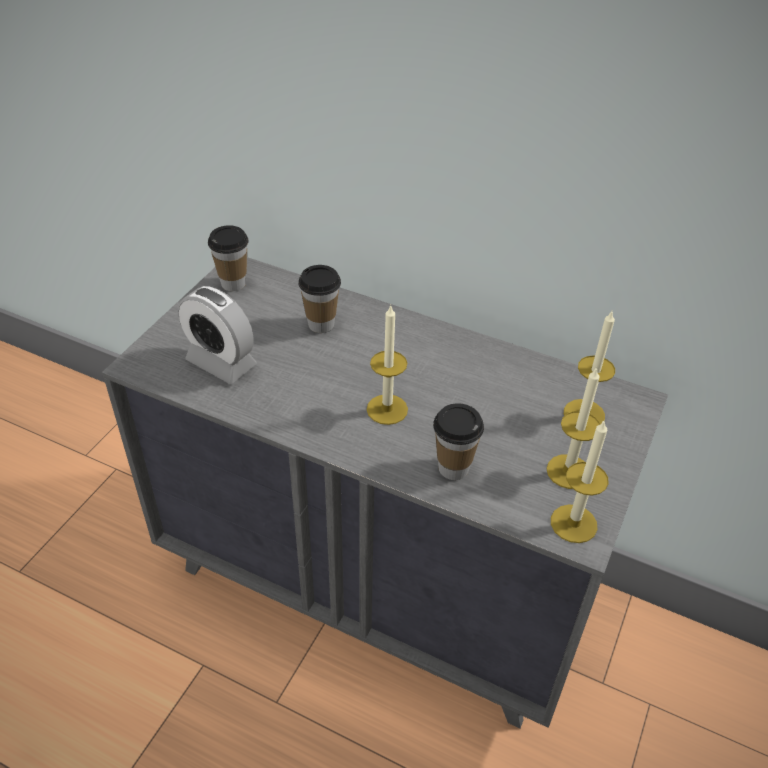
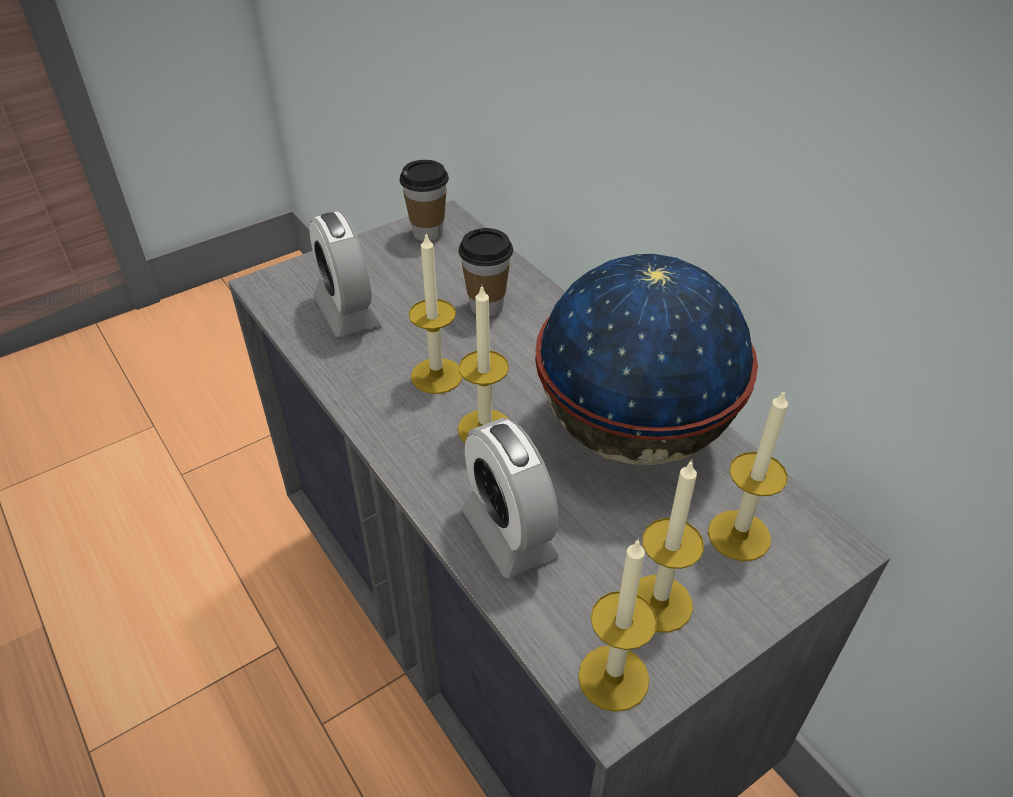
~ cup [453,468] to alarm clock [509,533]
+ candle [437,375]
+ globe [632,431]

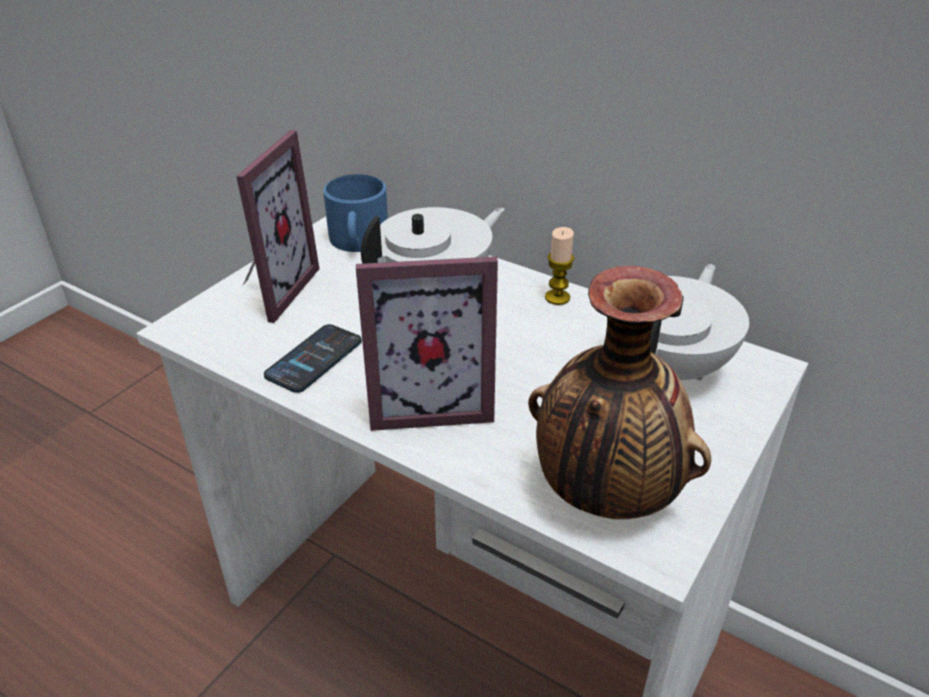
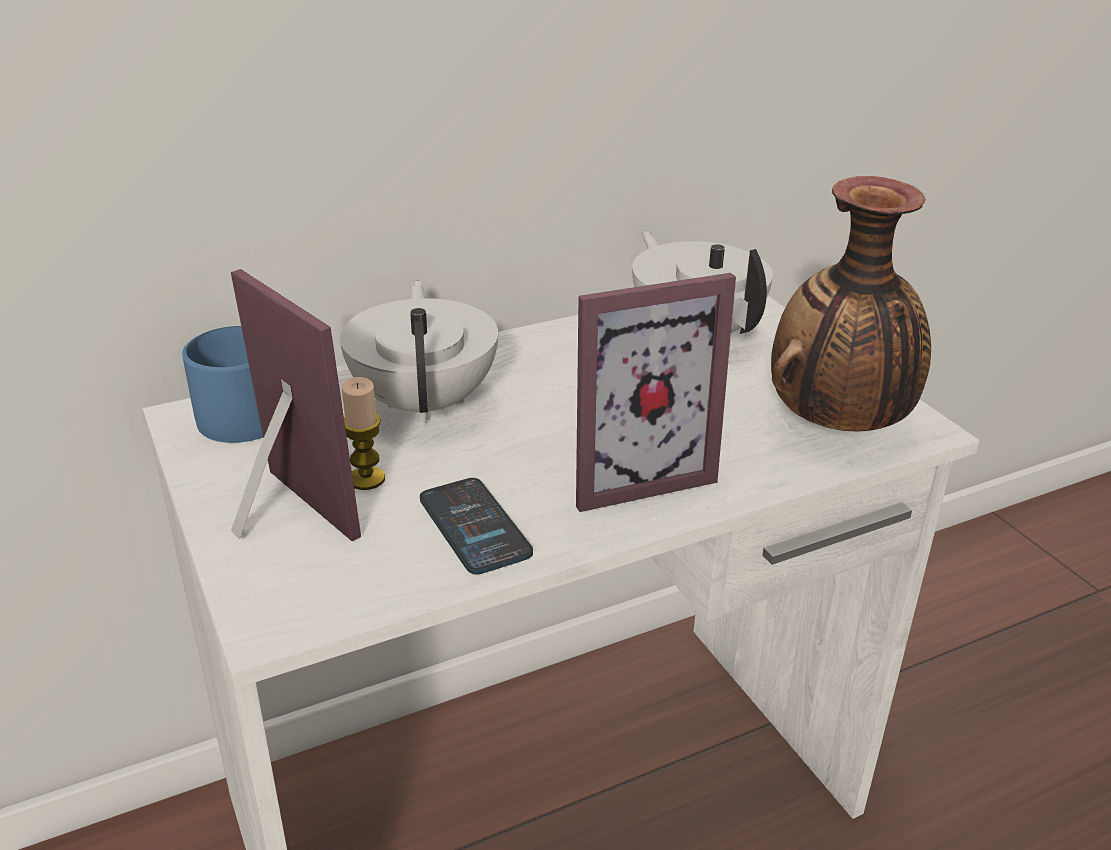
~ candle [557,297] to [366,479]
~ picture frame [430,402] = [632,473] 45 degrees clockwise

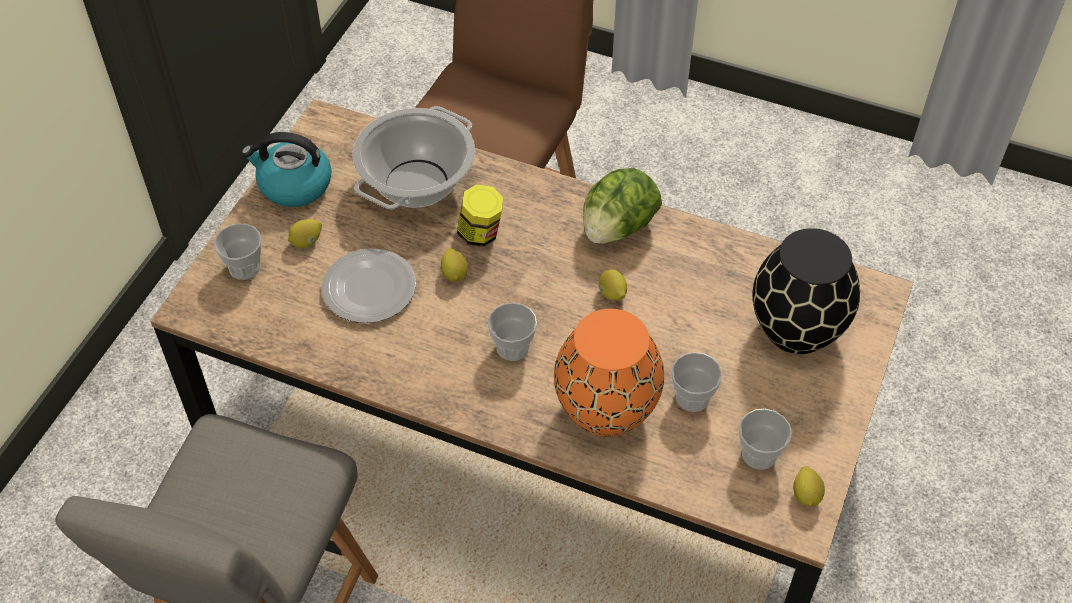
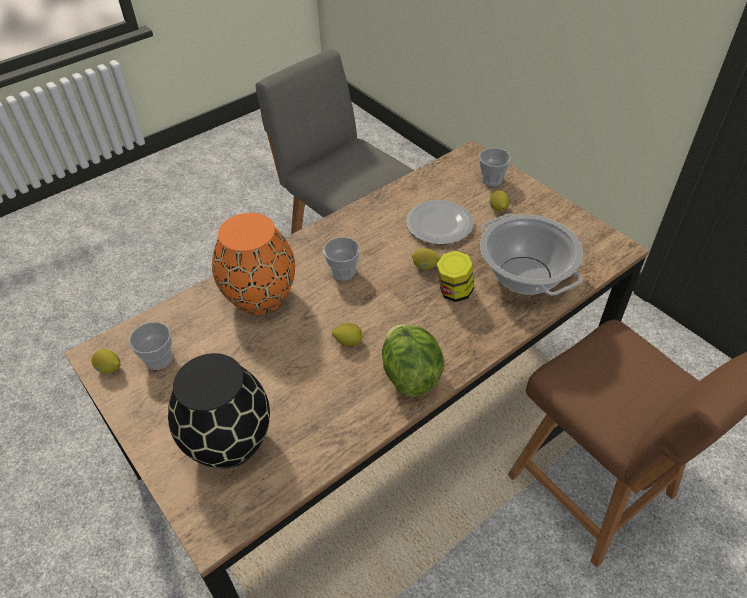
- kettle [294,185]
- cup [692,397]

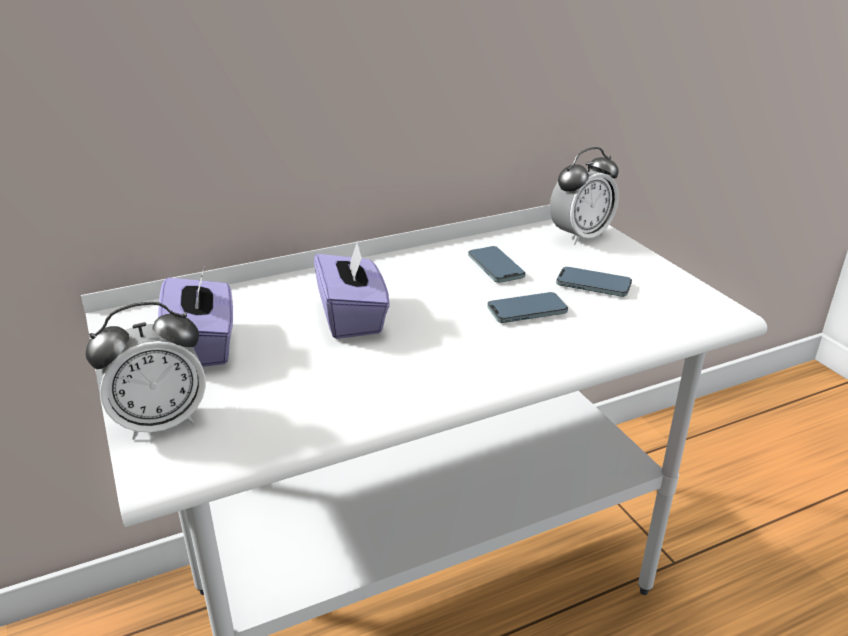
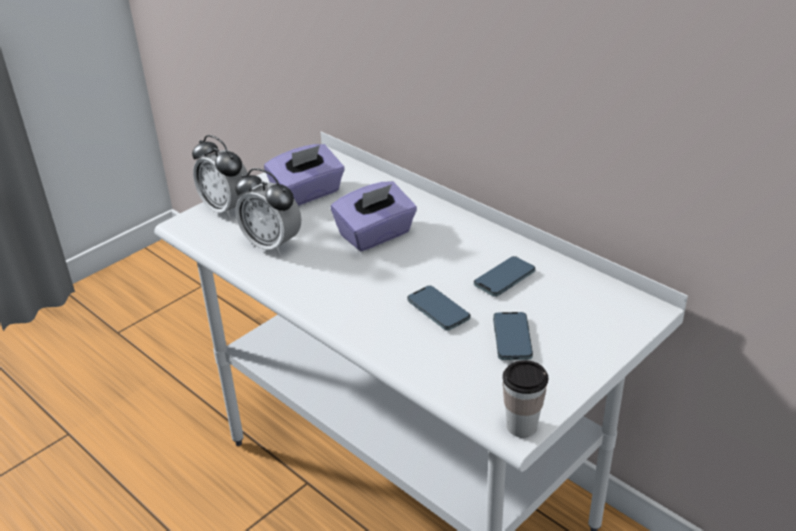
~ alarm clock [580,236] to [272,245]
+ cup [521,426]

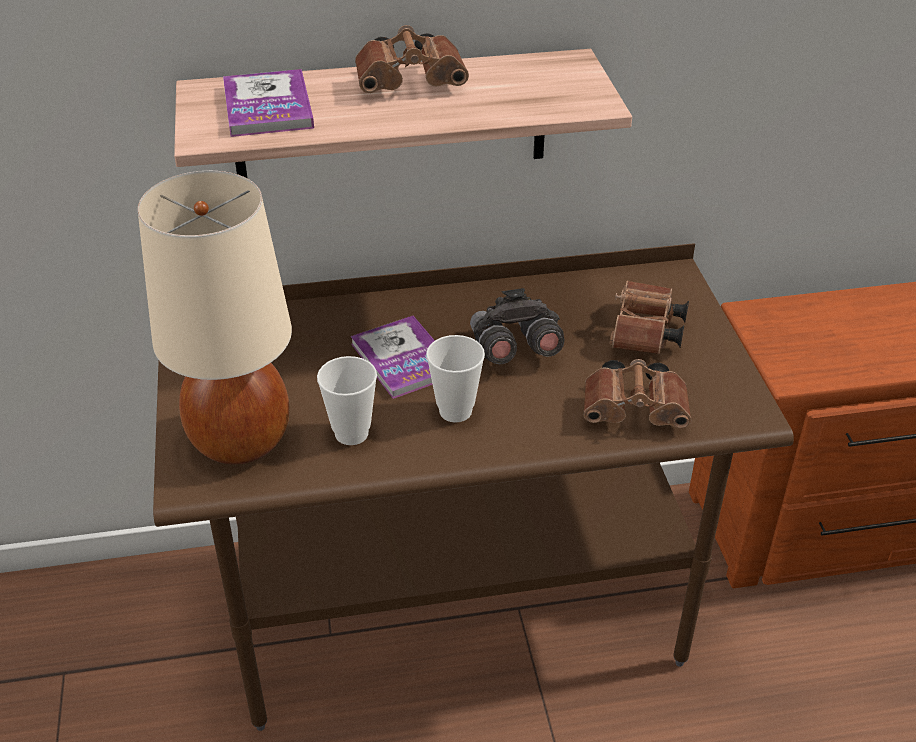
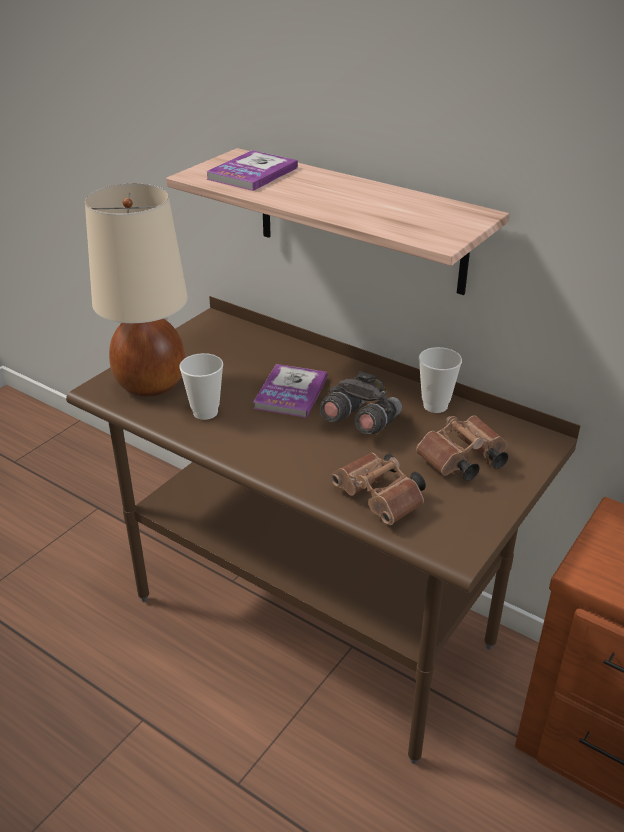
- binoculars (brown) [413,83]
~ cup [455,411] to [435,406]

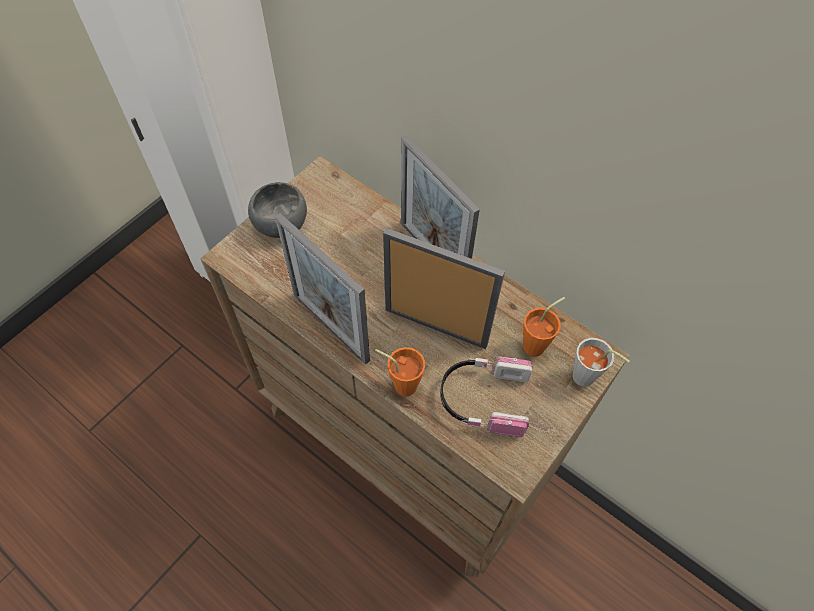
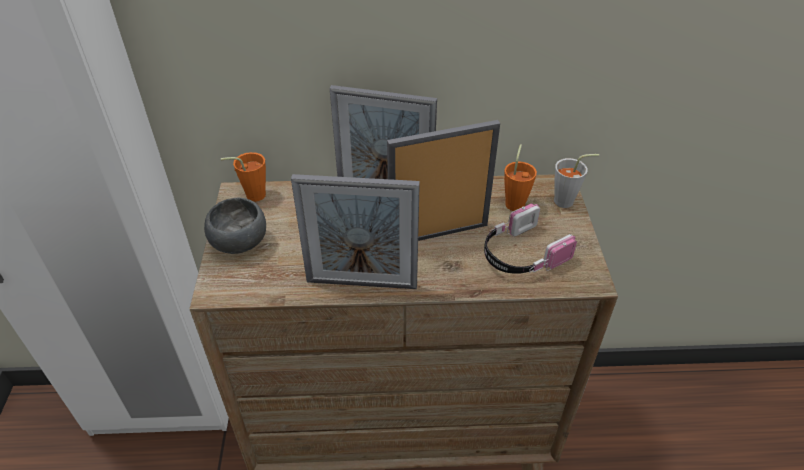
~ cup (orange) [400,383] to [251,196]

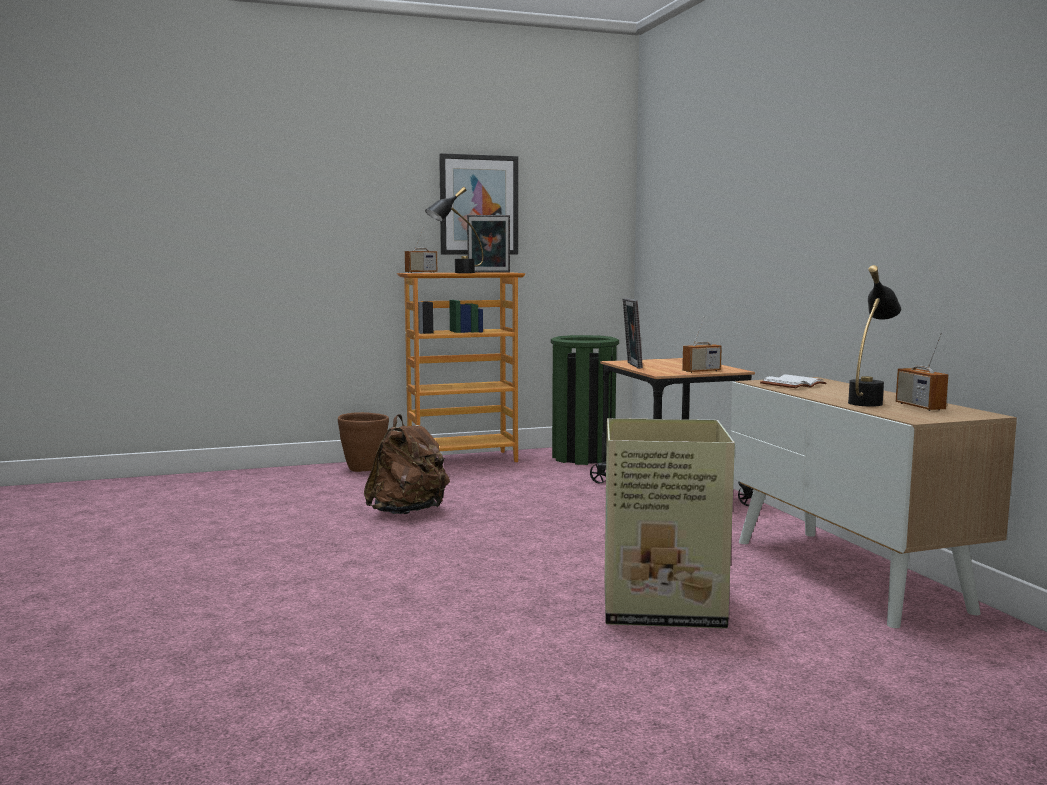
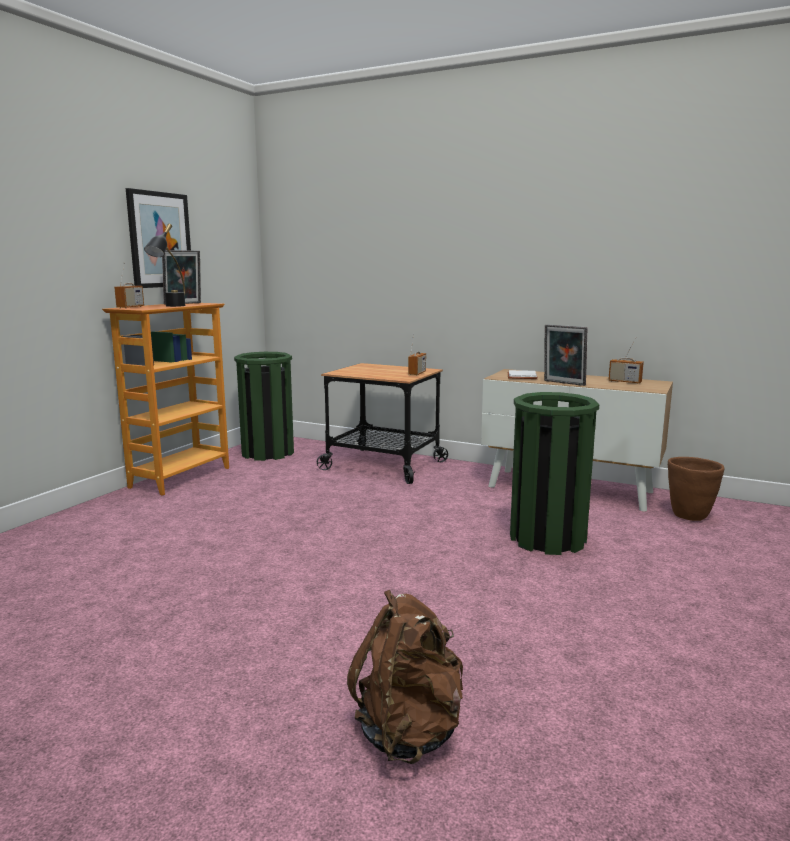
- table lamp (black) [869,401]
~ picture frame [631,365] to [563,383]
~ planter (brown) [365,469] to [689,515]
~ backpack (brown) [408,512] to [410,731]
~ cardboard box [665,605] to trash can (green) [547,538]

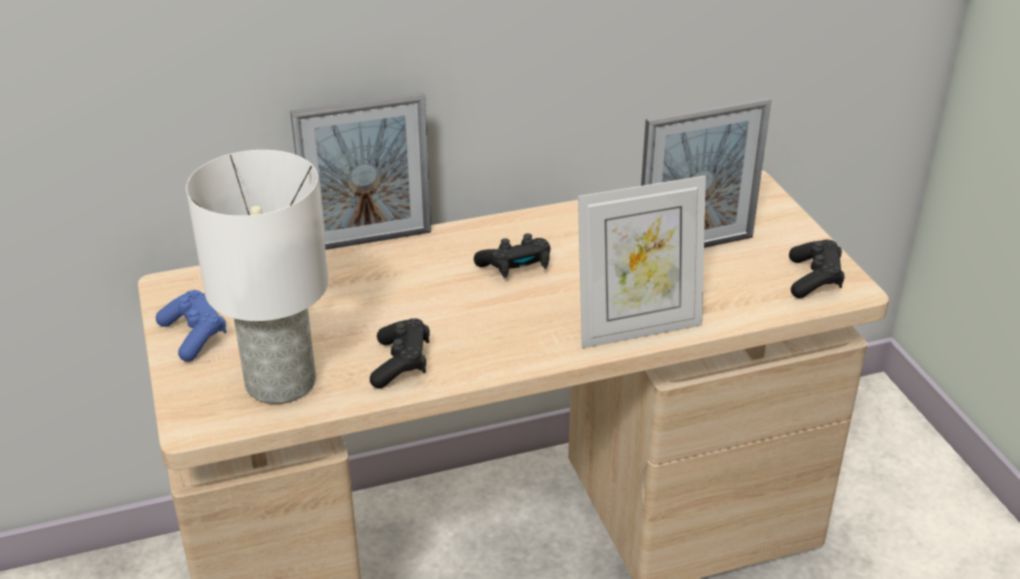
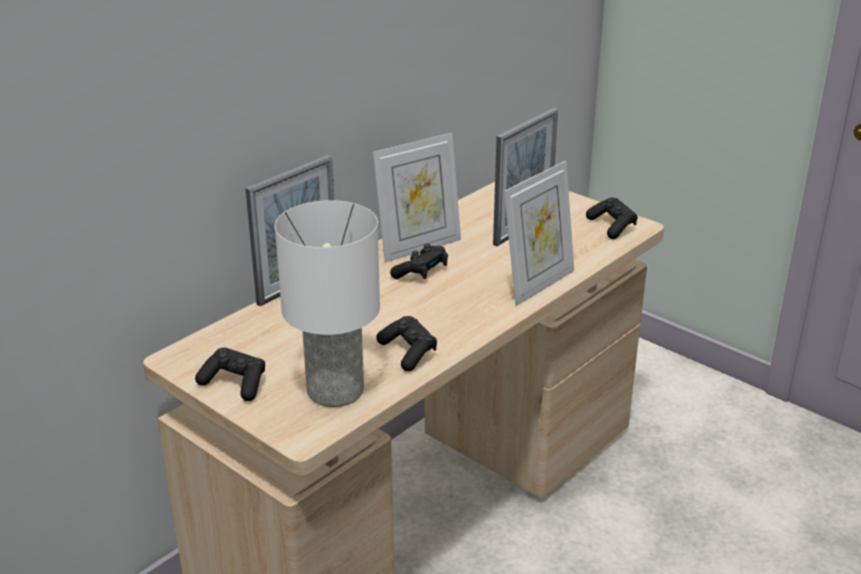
~ game controller (blue) [194,336] to game controller (black) [235,384]
+ picture frame [418,247]

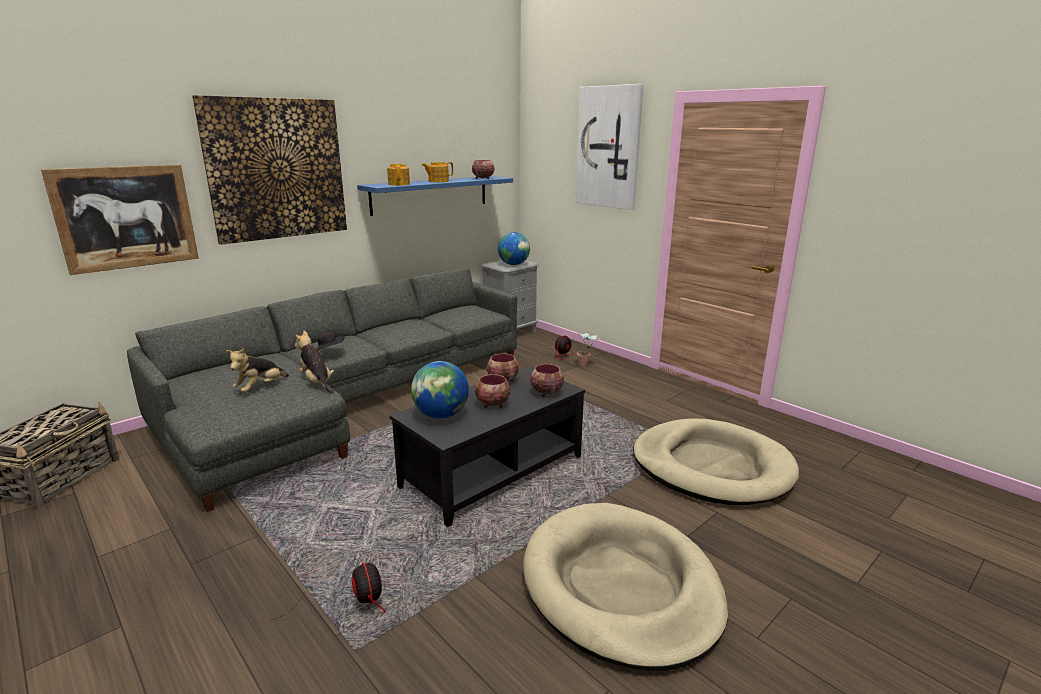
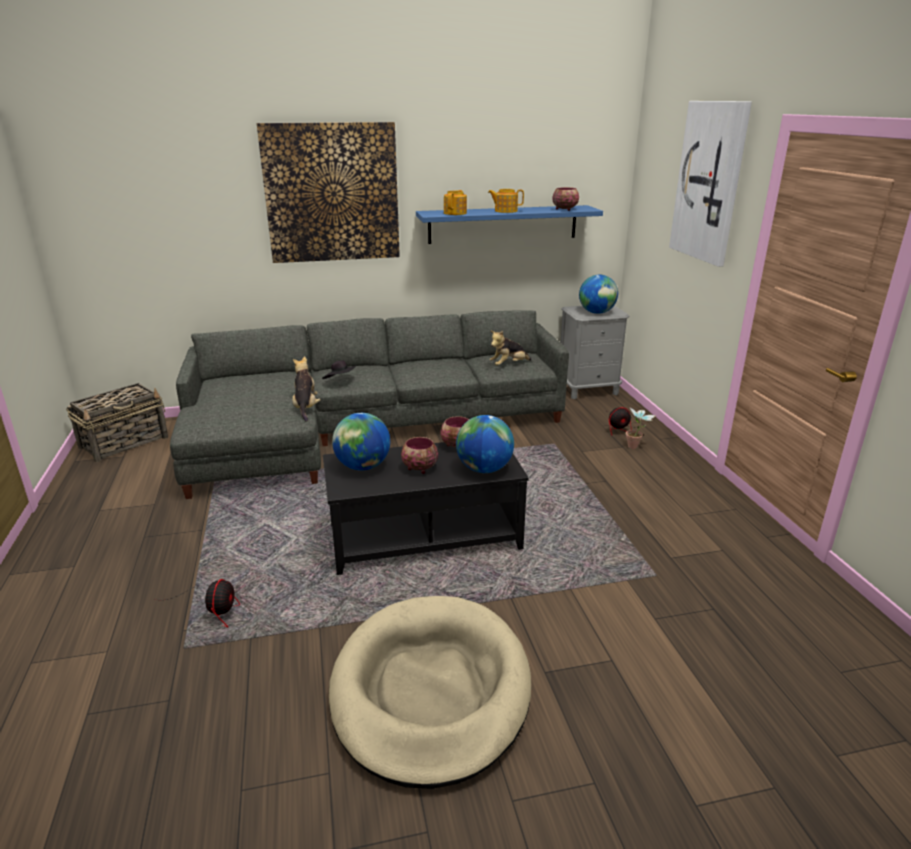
- picture [126,217]
~ plush toy [260,388] to [508,365]
~ bowl [545,392] to globe [484,469]
- dog bed (beige) [711,467]

